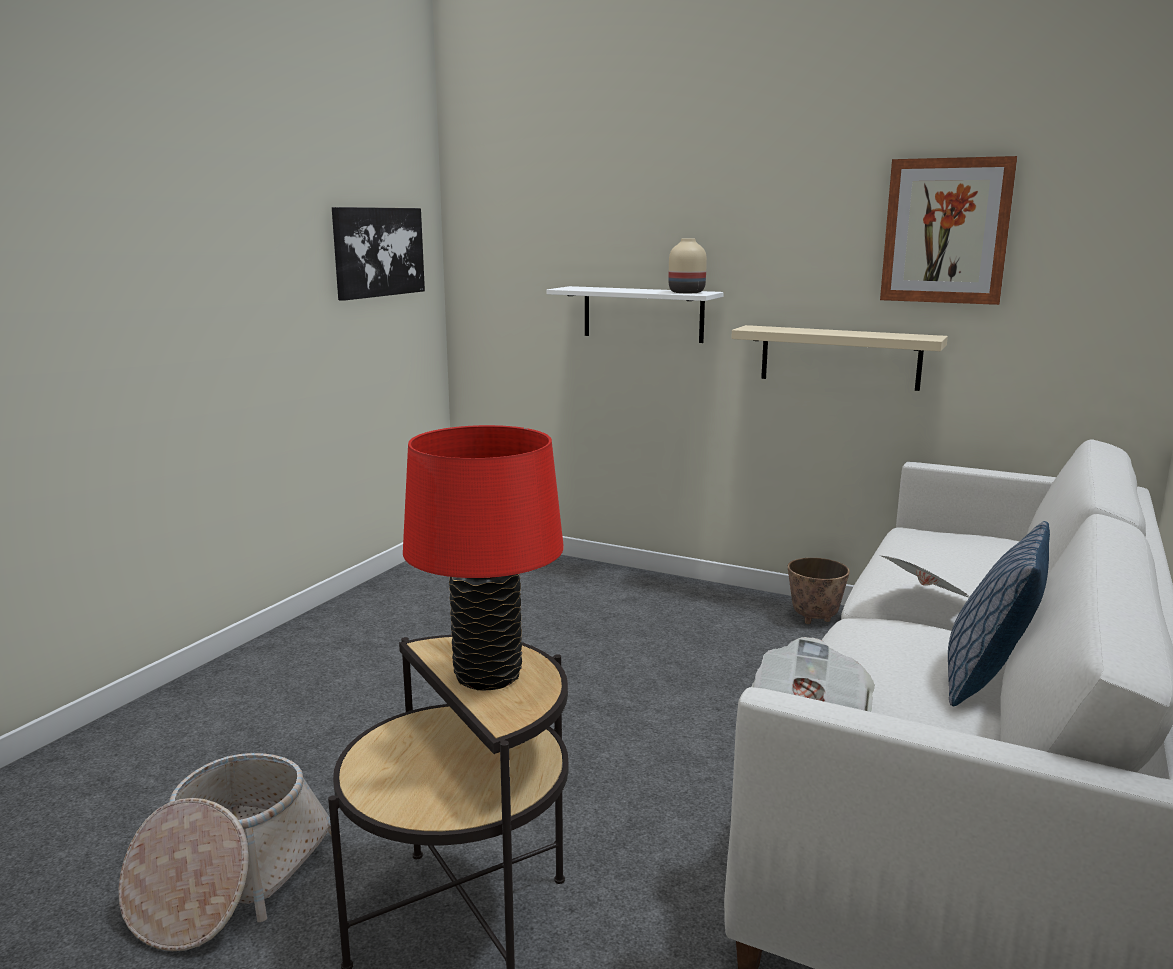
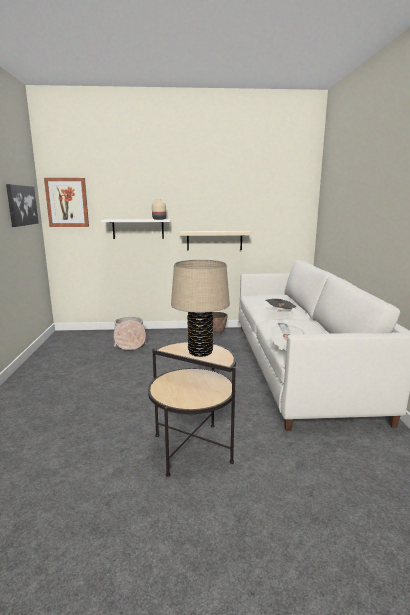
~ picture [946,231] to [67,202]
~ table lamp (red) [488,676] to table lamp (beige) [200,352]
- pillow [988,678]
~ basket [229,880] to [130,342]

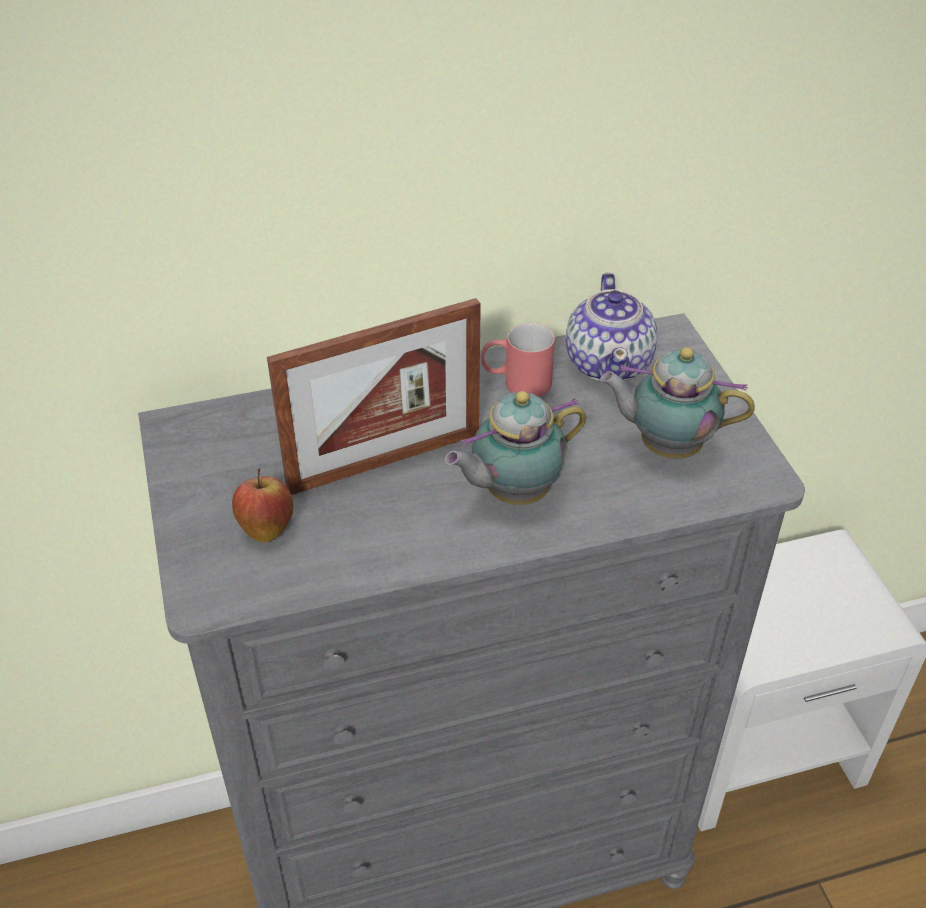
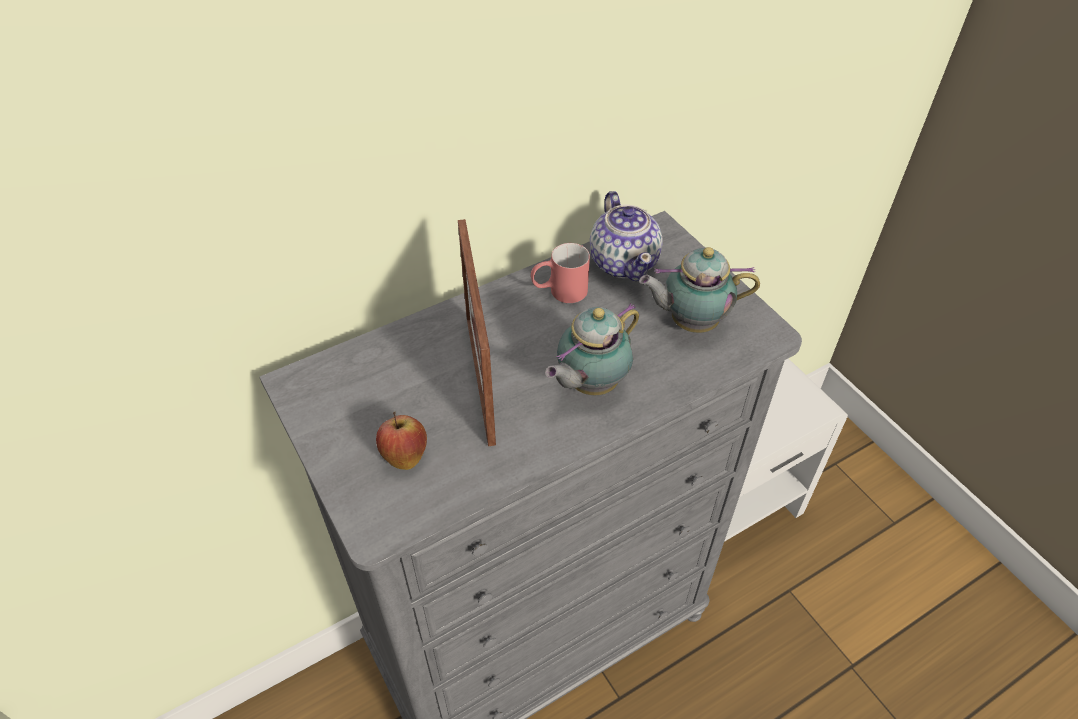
~ picture frame [385,461] = [480,378] 120 degrees clockwise

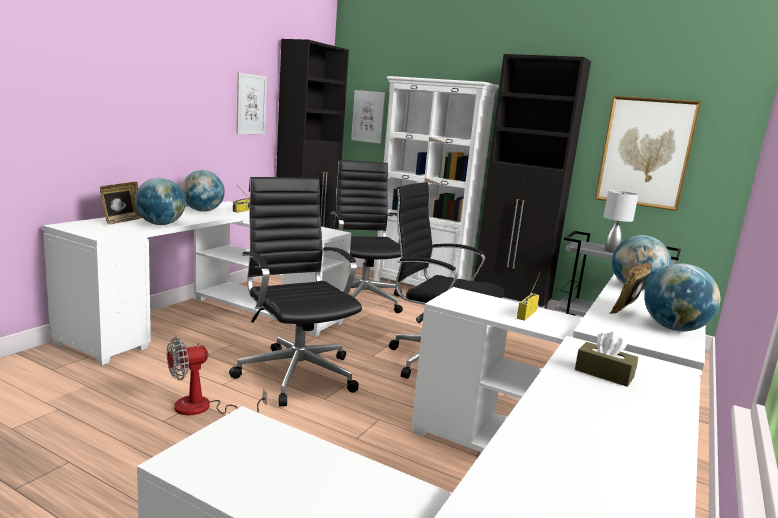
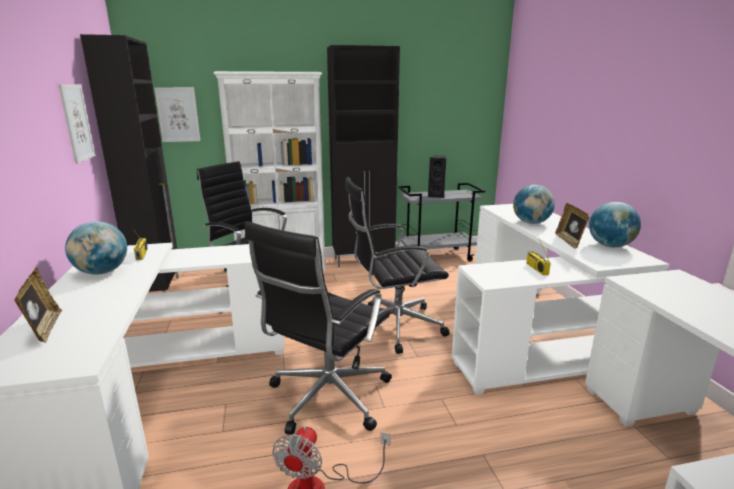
- picture [645,152]
~ office chair (black) [296,373] = [327,398] 75 degrees counterclockwise
- globe [161,224]
~ table lamp (grey) [612,251] to speaker (black) [437,196]
- tissue box (brown) [604,373]

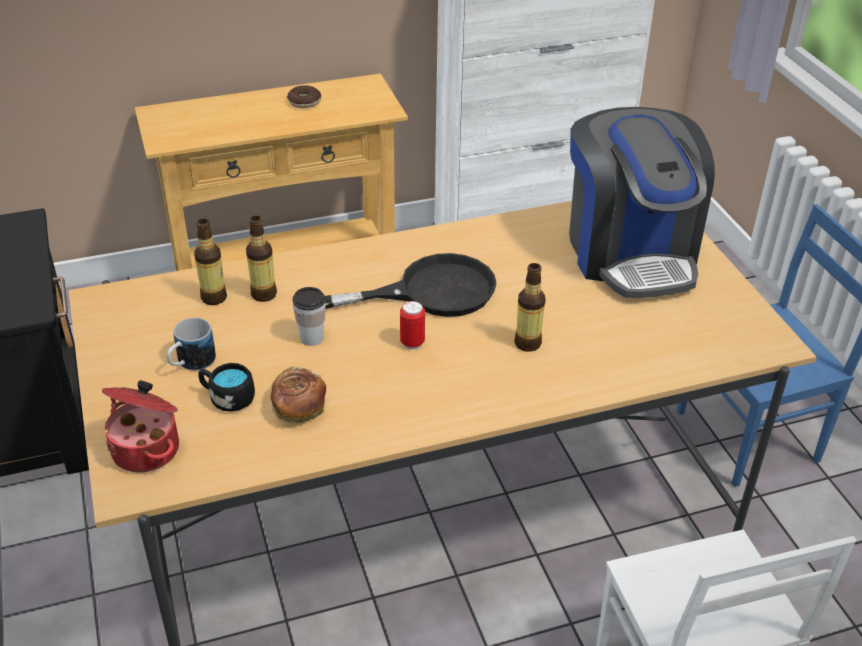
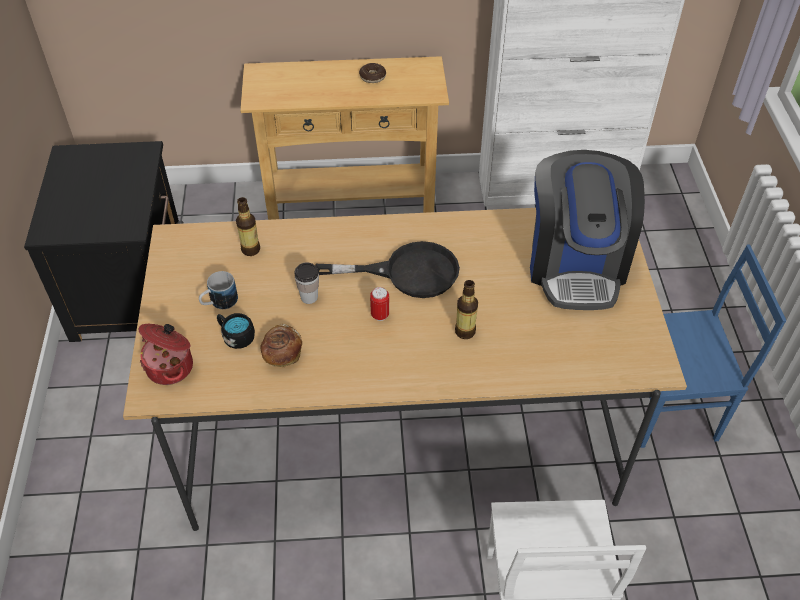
- bottle [263,294]

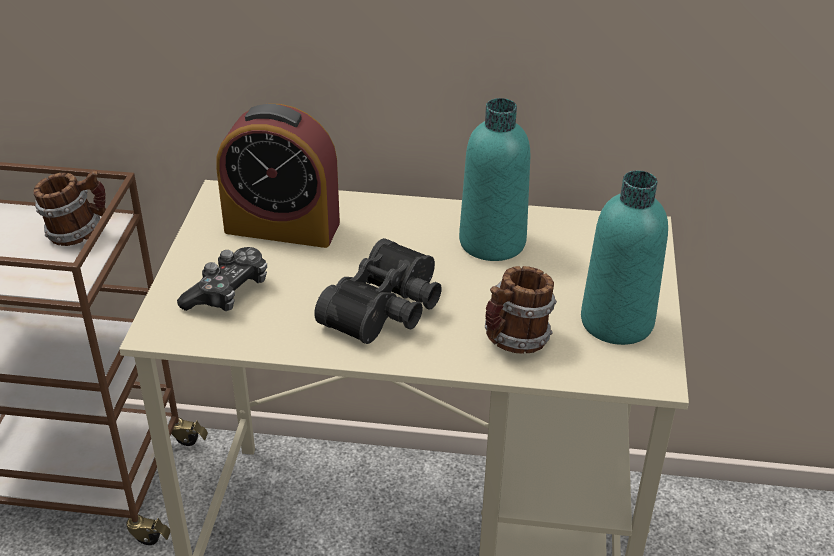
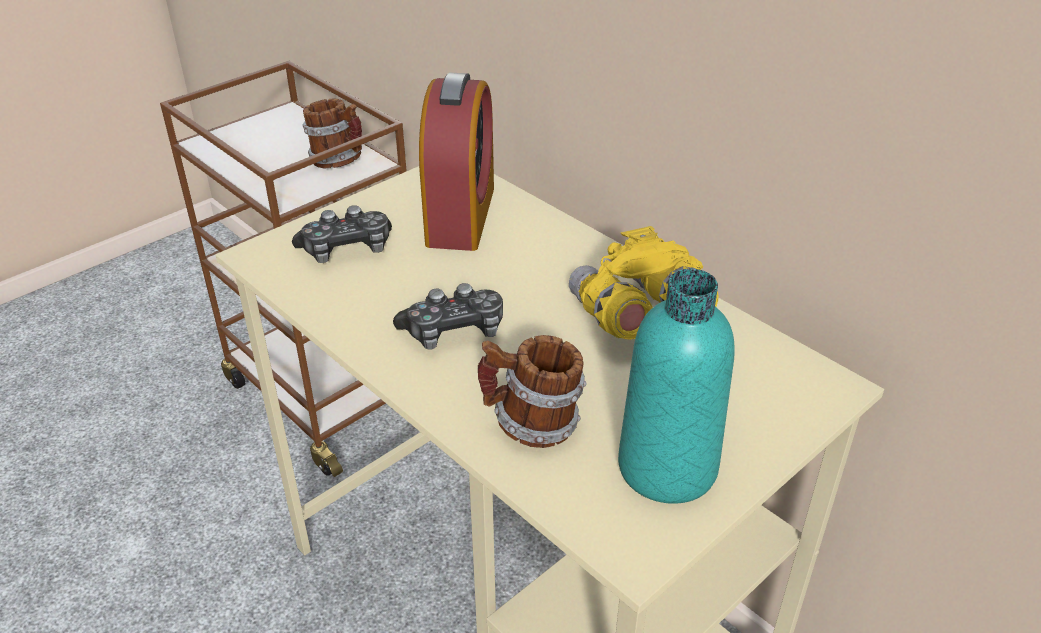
~ bottle (turquoise) [492,242] to binoculars (yellow) [636,318]
~ alarm clock [282,227] = [461,216] 135 degrees counterclockwise
~ binoculars (black) [388,309] to game controller [454,331]

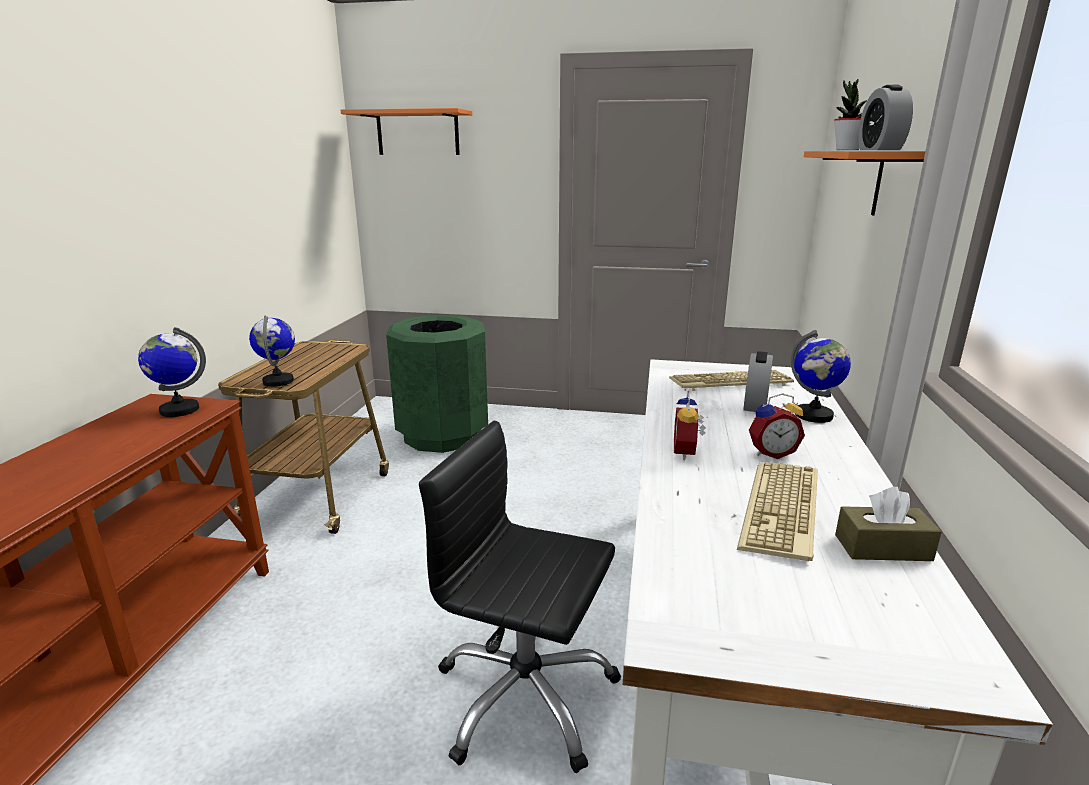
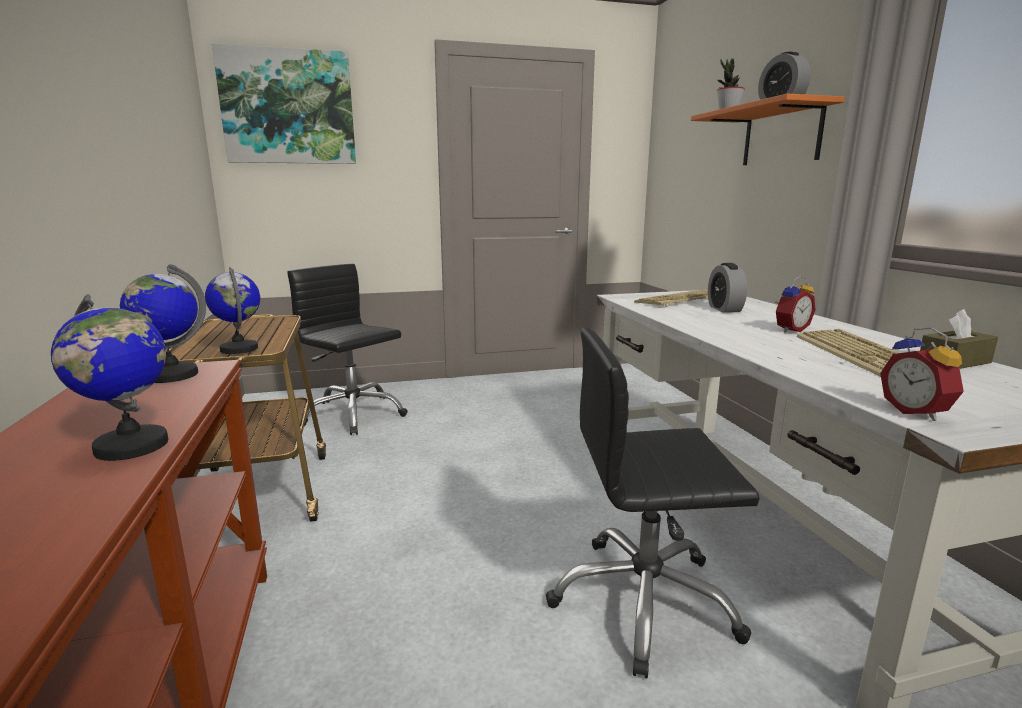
~ shelf (orange) [418,133] to picture [288,107]
~ trash can (green) [443,435] to office chair (black) [353,414]
~ globe [813,415] to [131,446]
~ alarm clock [687,453] to [917,412]

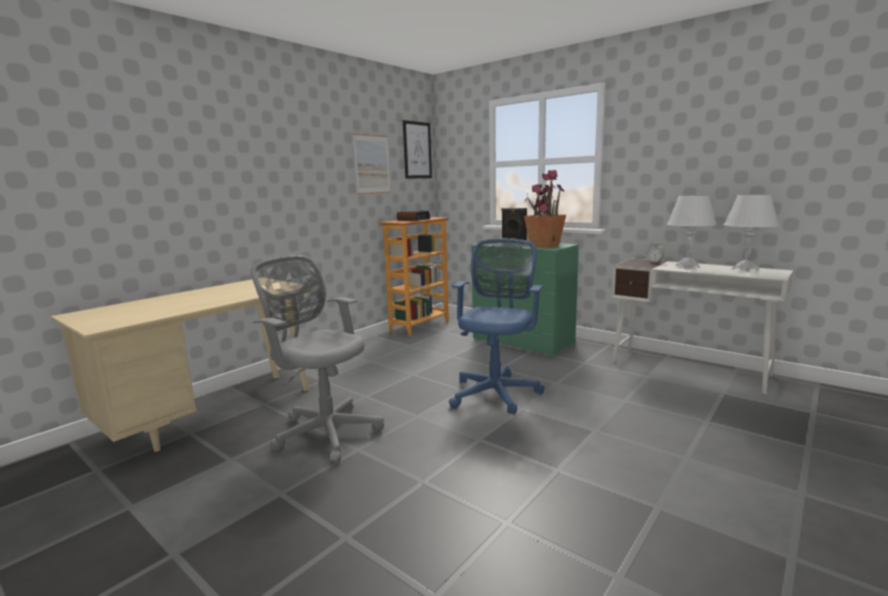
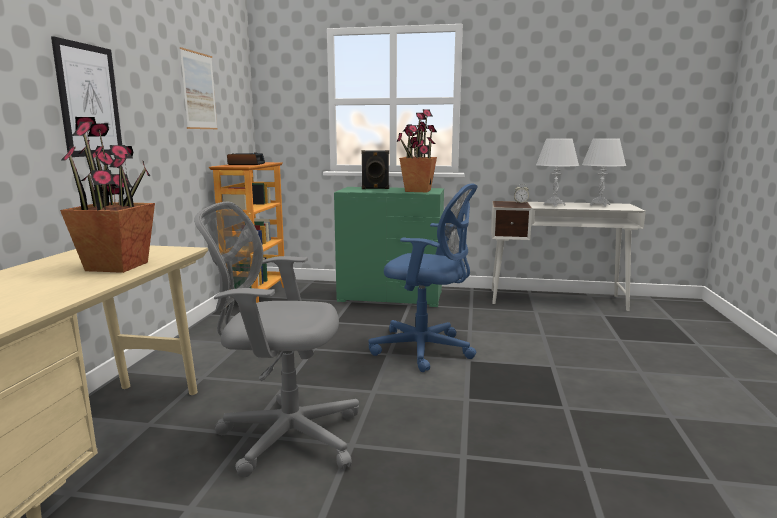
~ picture [417,150] to [89,100]
~ office chair (blue) [496,392] = [426,350] 120 degrees clockwise
+ potted plant [118,266]

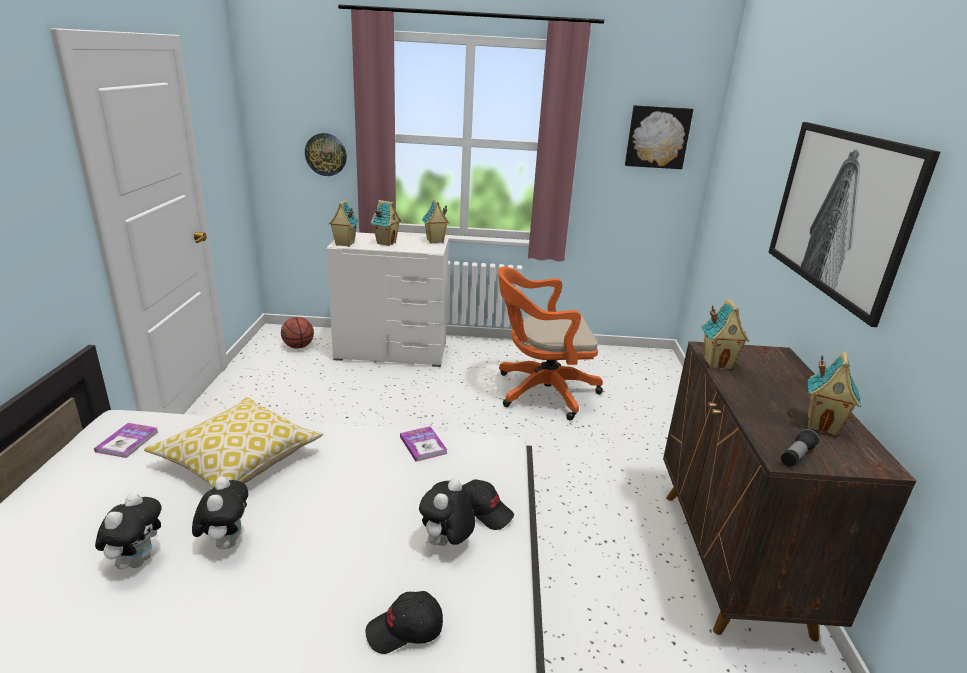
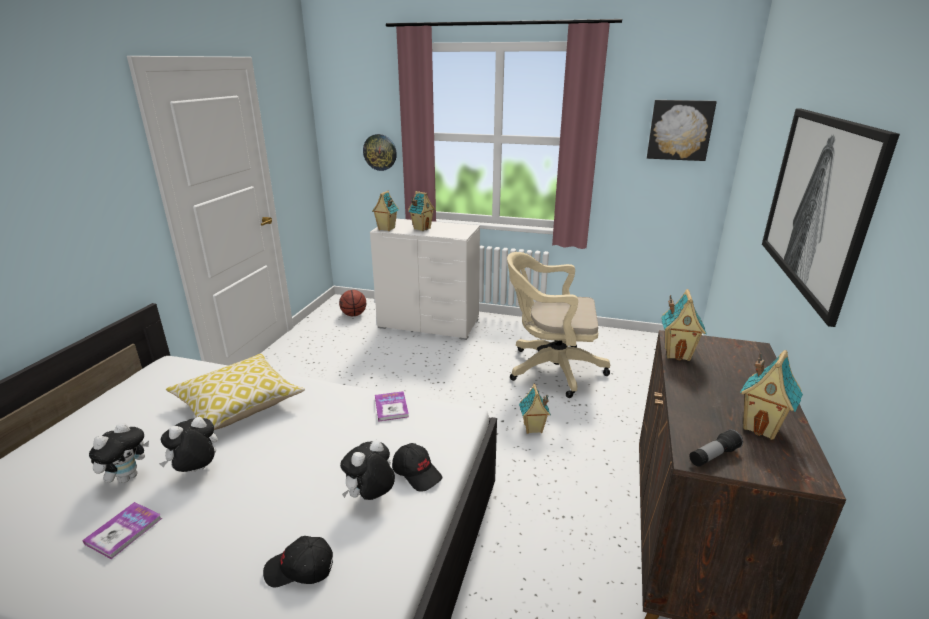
~ toy house [435,241] to [533,429]
~ office chair (orange) [540,392] to office chair (beige) [550,369]
~ book [127,441] to [124,531]
~ plush toy [226,542] = [197,471] 135 degrees counterclockwise

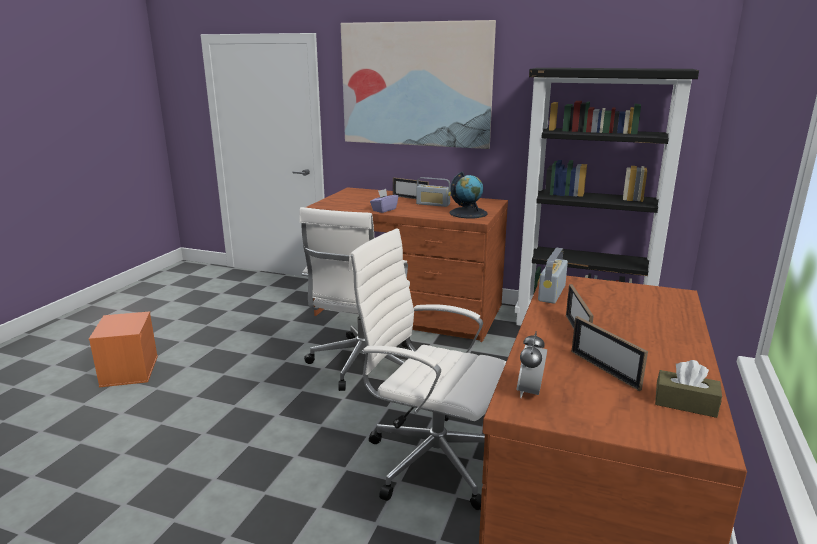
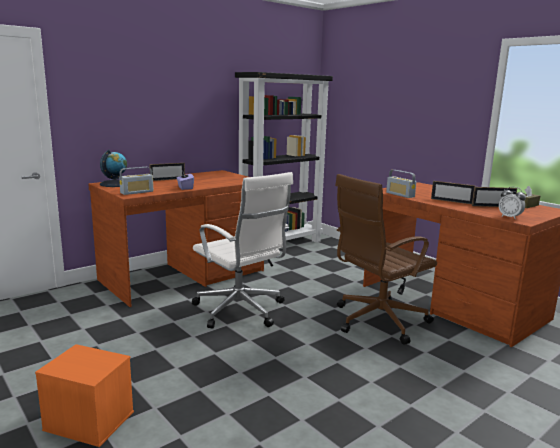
- picture [415,85]
~ globe [468,213] to [116,184]
~ radio [433,204] to [137,192]
~ office chair (white) [432,459] to office chair (brown) [377,321]

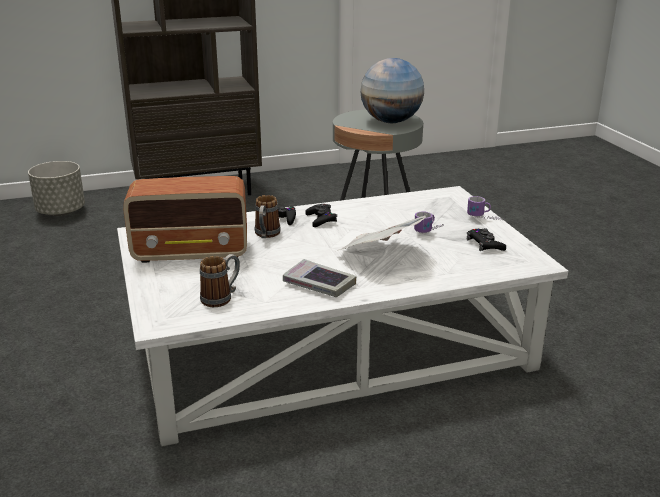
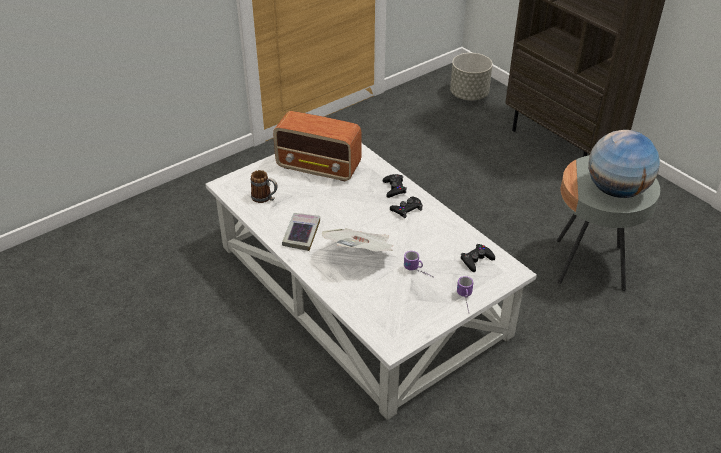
~ radio [192,252] = [319,167] 45 degrees counterclockwise
- mug [266,235]
~ game controller (black) [485,244] to [476,260]

